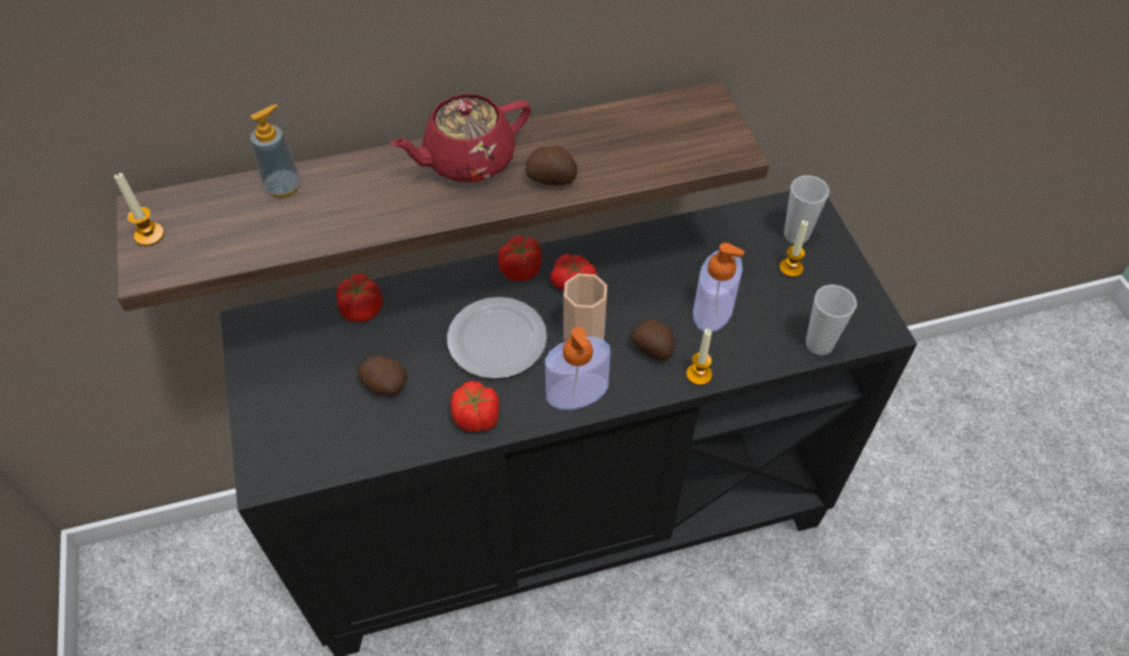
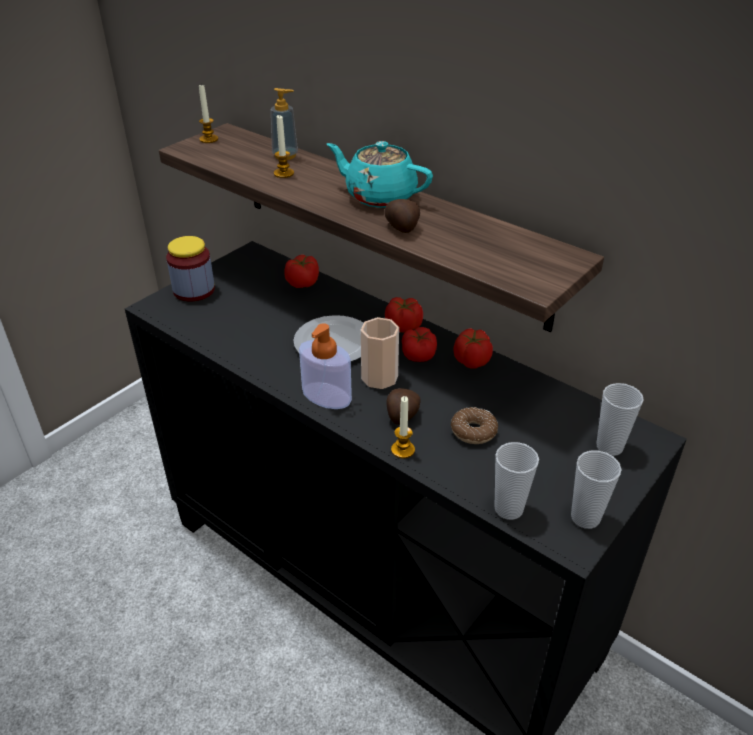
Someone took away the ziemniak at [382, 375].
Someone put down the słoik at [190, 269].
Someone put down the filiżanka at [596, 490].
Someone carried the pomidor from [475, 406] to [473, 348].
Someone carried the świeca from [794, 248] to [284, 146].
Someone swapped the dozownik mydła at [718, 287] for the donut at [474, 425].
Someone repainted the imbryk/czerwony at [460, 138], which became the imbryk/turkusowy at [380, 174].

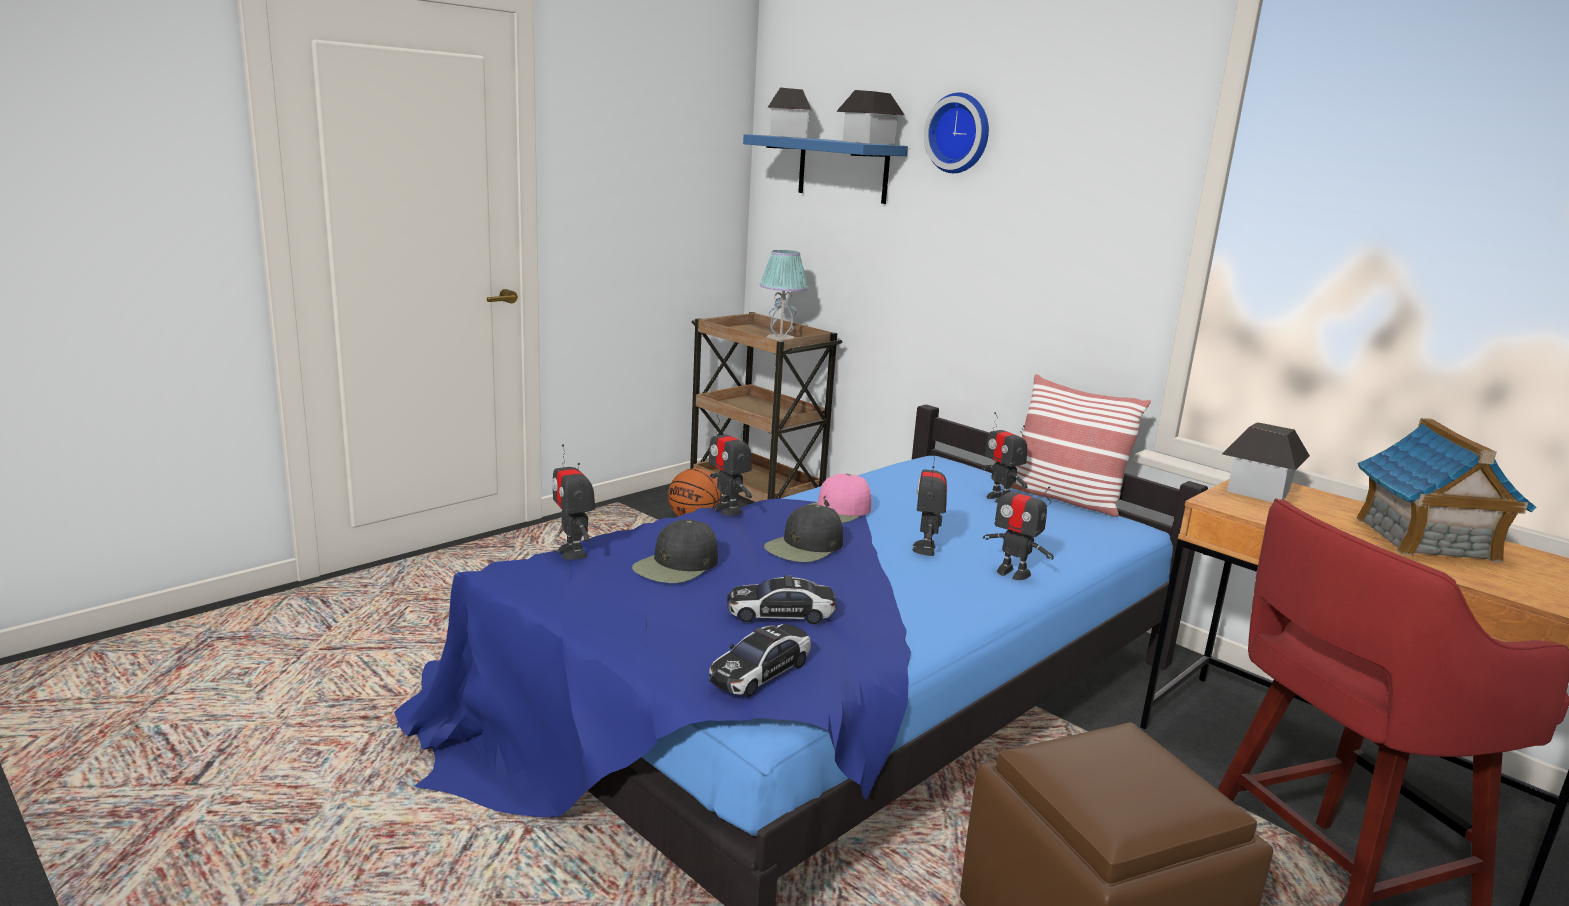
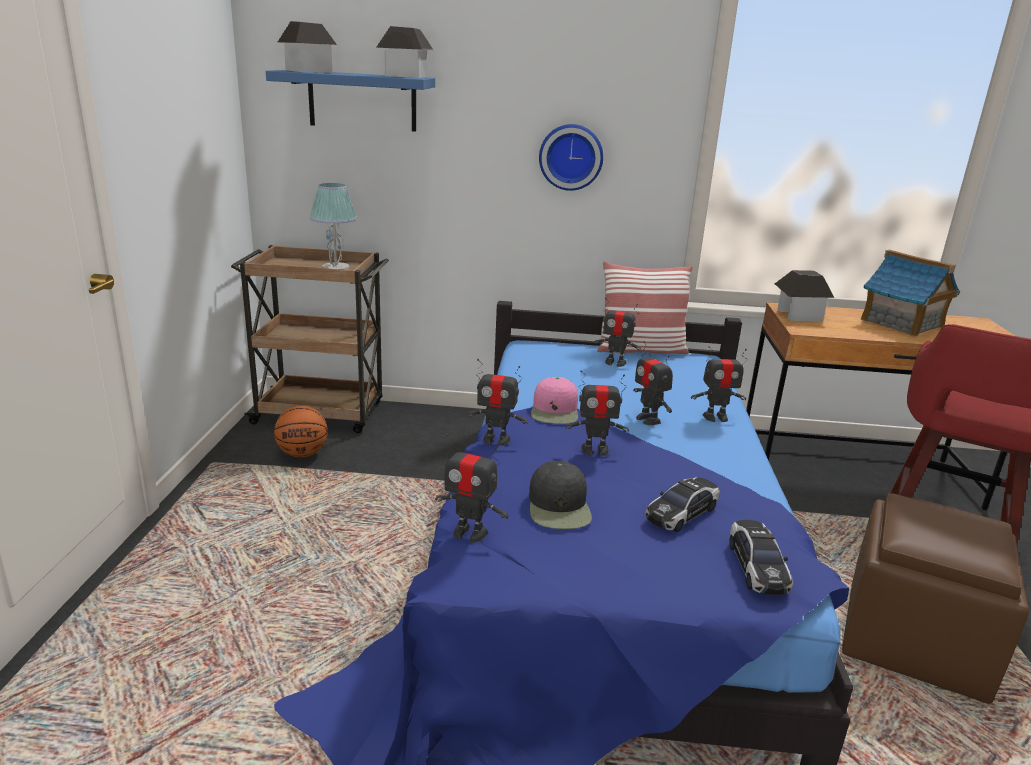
Someone carried the zegar ścienny from [956, 133] to [571, 157].
Someone swapped the czapka z daszkiem/czarny at [803, 533] for the robot zabawkowy at [597, 413].

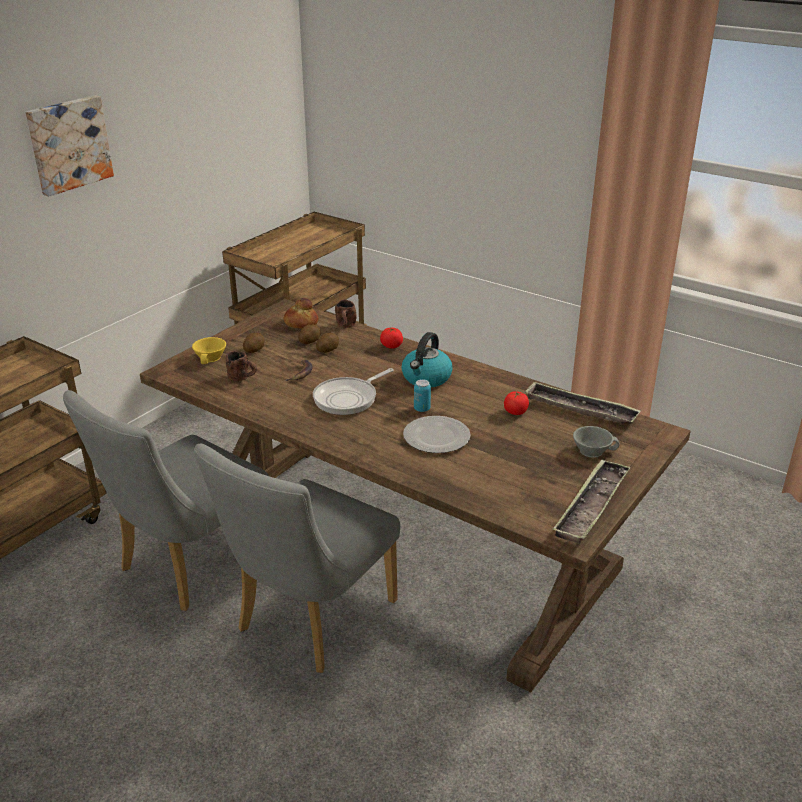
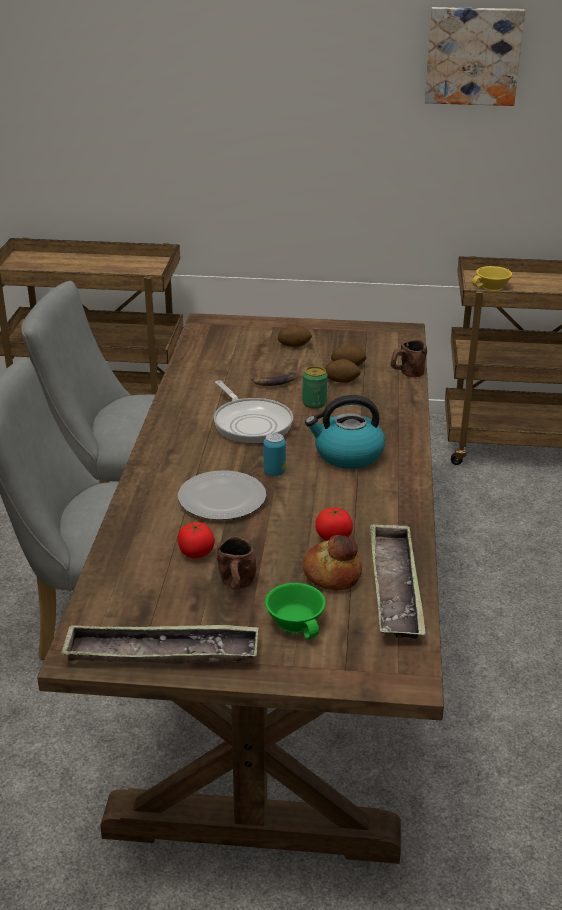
Someone put down the puszka at [315, 387].
Someone carried the obraz from [70, 145] to [475, 56].
Someone carried the filiżanka/żółty from [209, 350] to [492, 278].
Someone carried the kubek/brązowy from [241, 366] to [236, 563].
Someone carried the chleb from [301, 313] to [332, 563].
Someone carried the pomidor from [391, 338] to [196, 540].
Someone repainted the filiżanka/szary at [596, 442], which became the filiżanka/zielony at [295, 611].
Someone rotated the patelnia at [353, 391] by 135 degrees counterclockwise.

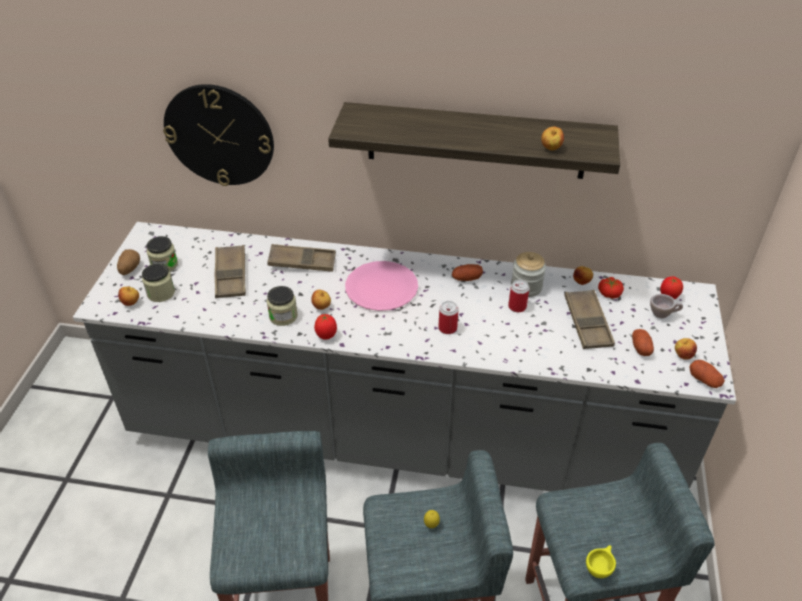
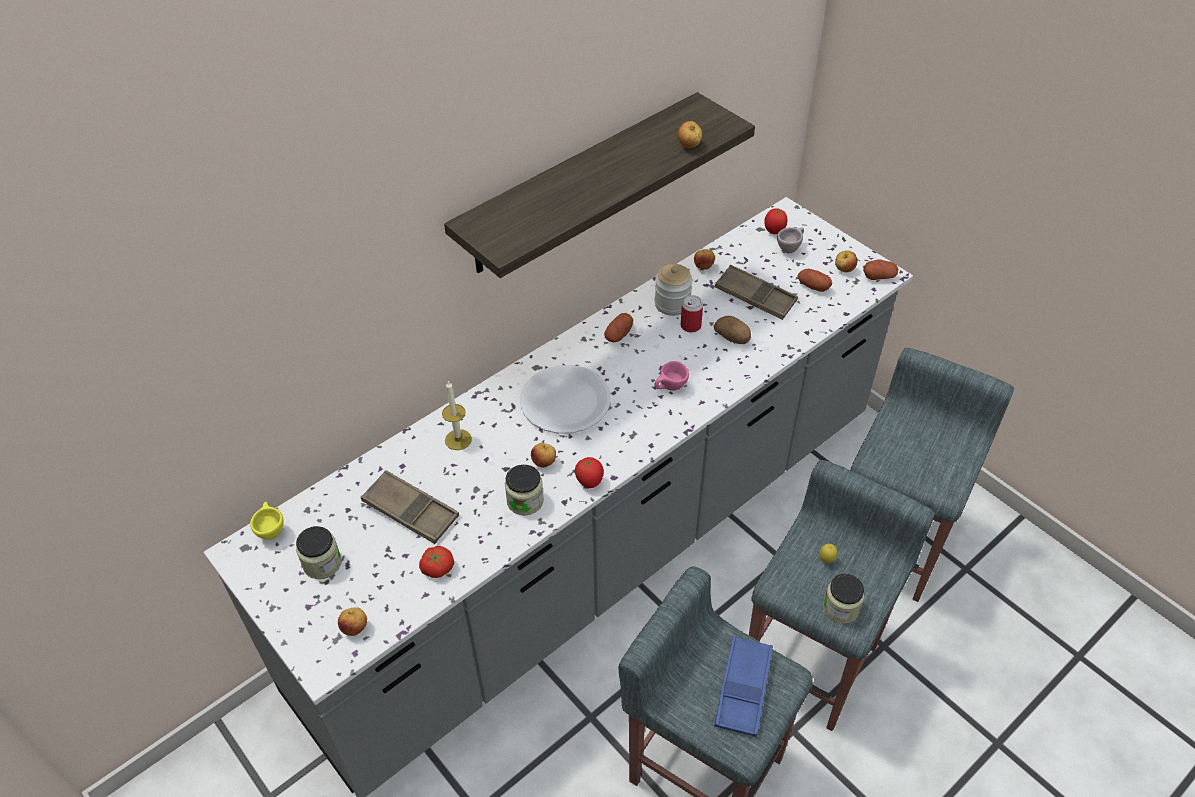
Someone took away the zegar ścienny at [218, 135].
Someone put down the taca/niebieski at [743, 686].
Someone carried the ziemniak from [128, 262] to [732, 330].
Someone carried the słoik from [158, 283] to [843, 599].
Someone carried the filiżanka/żółty from [601, 561] to [267, 520].
Someone carried the pomidor from [611, 288] to [436, 562].
Someone swapped the taca/brązowy at [301, 258] for the świeca at [457, 415].
Someone swapped the puszka at [448, 317] for the filiżanka/różowy at [671, 376].
Someone repainted the talerz/różowy at [381, 286], which became the talerz/biały at [565, 399].

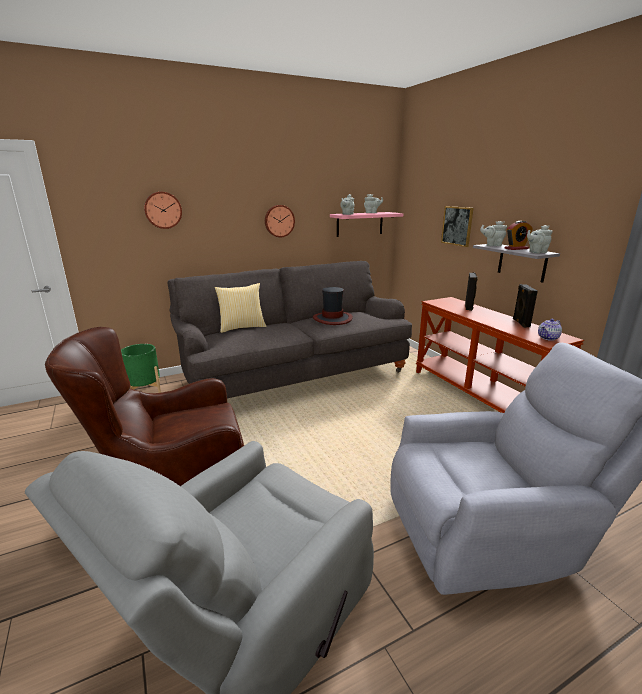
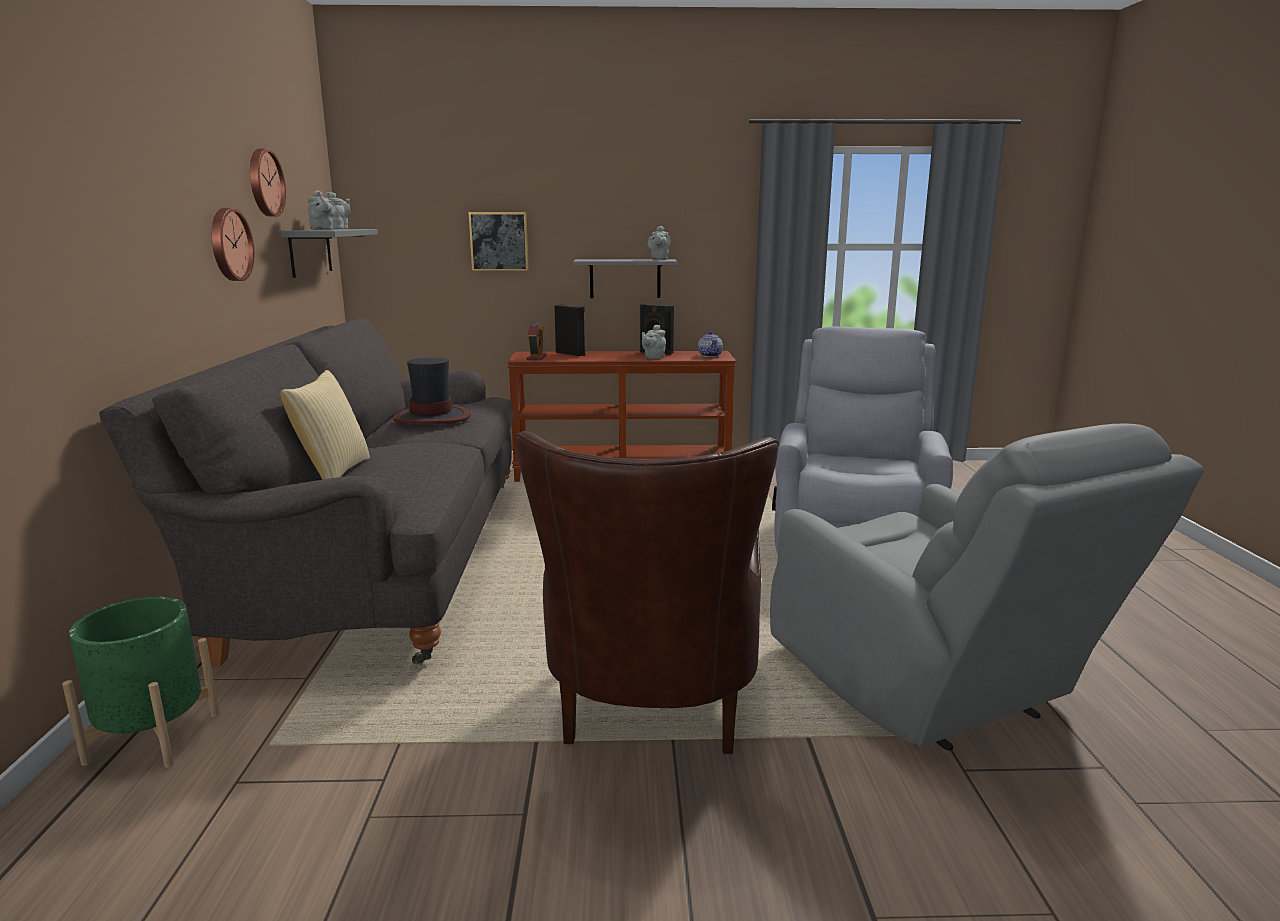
Someone carried the zegar ścienny from [163, 210] to [268, 182].
Someone carried the imbryk/szary from [493, 233] to [654, 342].
Someone carried the budzik from [519, 235] to [536, 341].
Someone repainted the półka/różowy at [366, 224], which became the półka/szary at [329, 253].

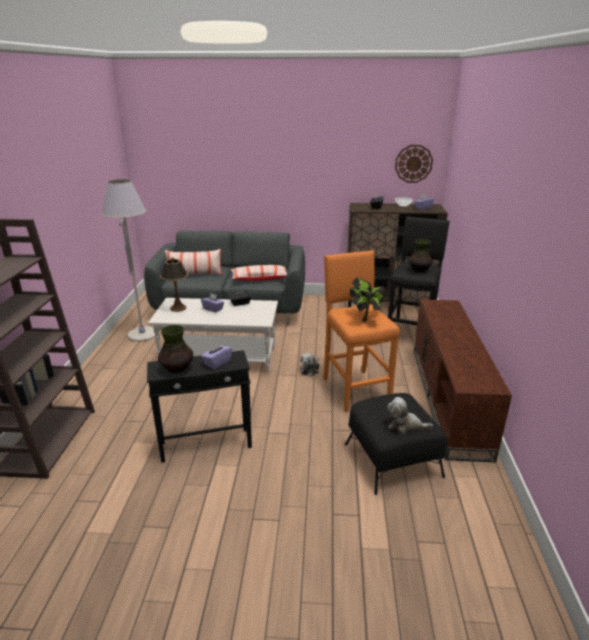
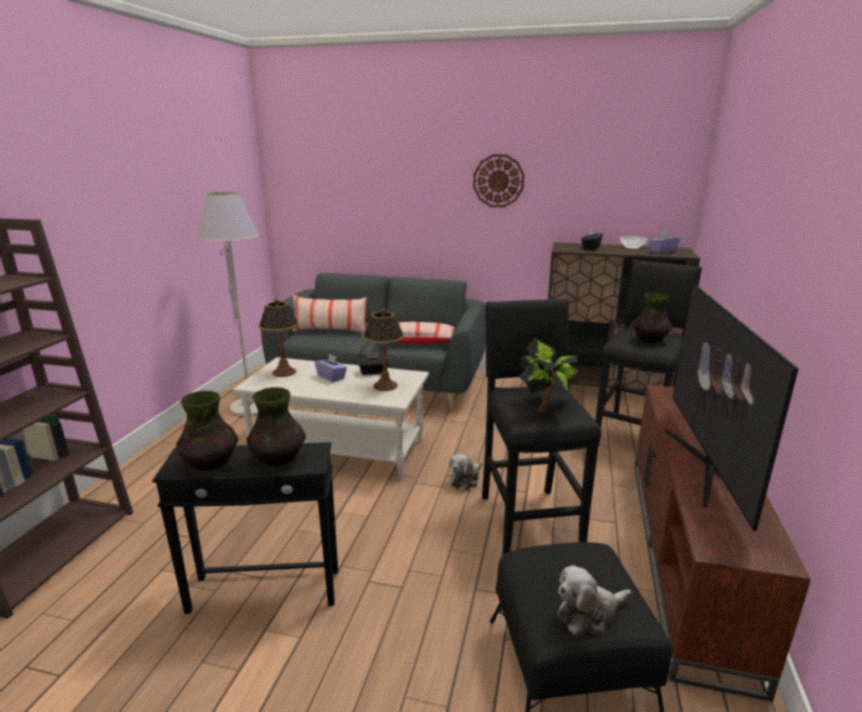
Someone put down the lampa stołowa at [383, 349].
Someone put down the telewizor at [731, 407].
Someone carried the zegar ścienny from [414, 164] to [498, 180].
Someone swapped the pudełko chusteczek/fioletowy at [216, 355] for the wazon at [276, 426].
Someone repainted the stołek/pomarańczowy at [361, 331], which became the stołek/czarny at [541, 427].
Someone rotated the pluszak at [410, 415] by 45 degrees counterclockwise.

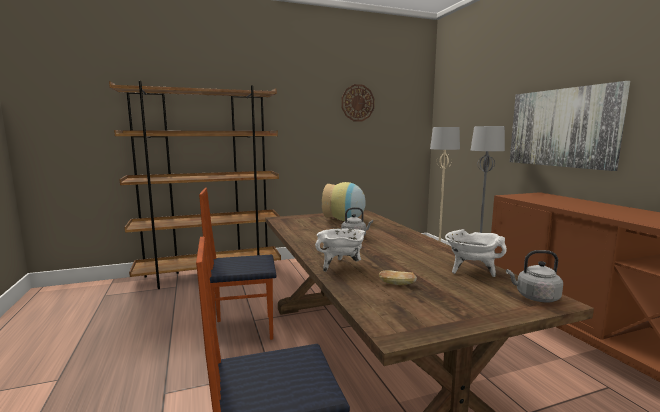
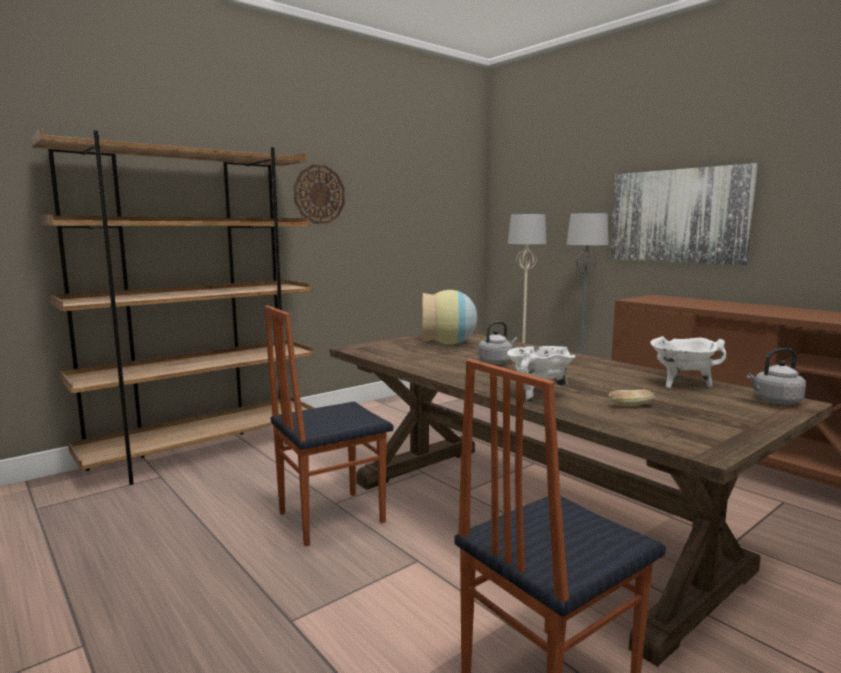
Someone carried the zegar ścienny from [358, 102] to [319, 194].

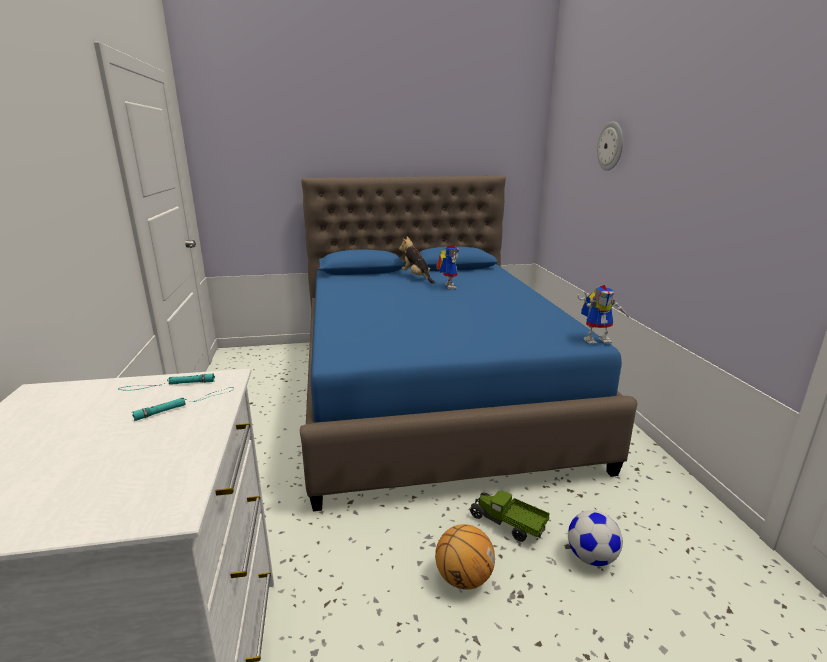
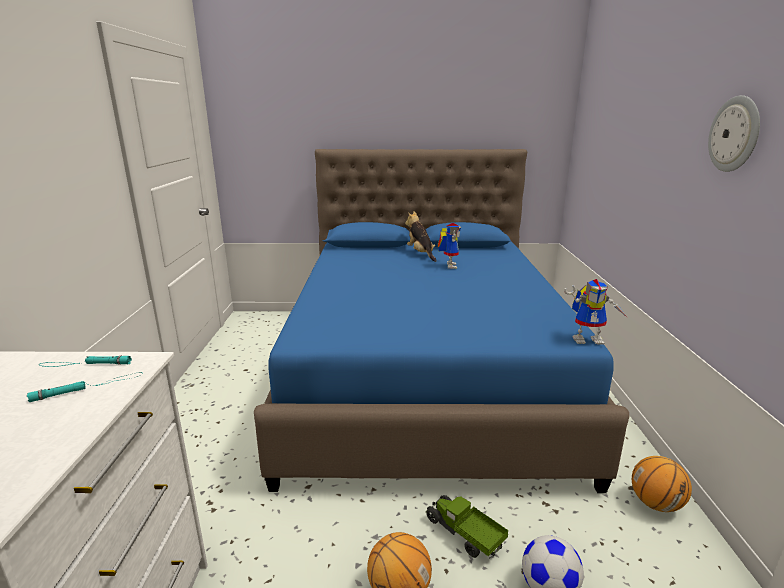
Someone put down the piłka do koszykówki at [662, 484].
Someone carried the zegar ścienny from [610, 146] to [734, 133].

